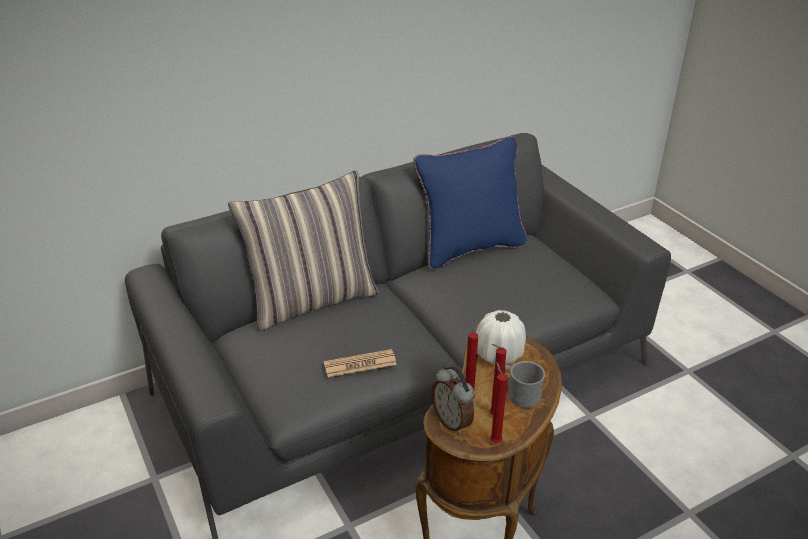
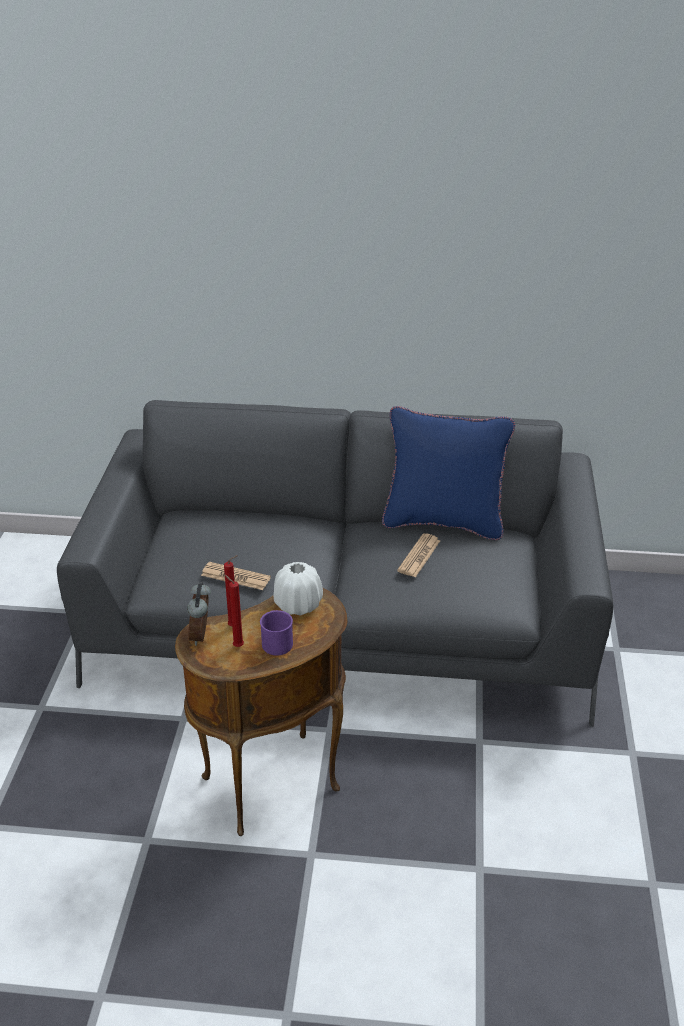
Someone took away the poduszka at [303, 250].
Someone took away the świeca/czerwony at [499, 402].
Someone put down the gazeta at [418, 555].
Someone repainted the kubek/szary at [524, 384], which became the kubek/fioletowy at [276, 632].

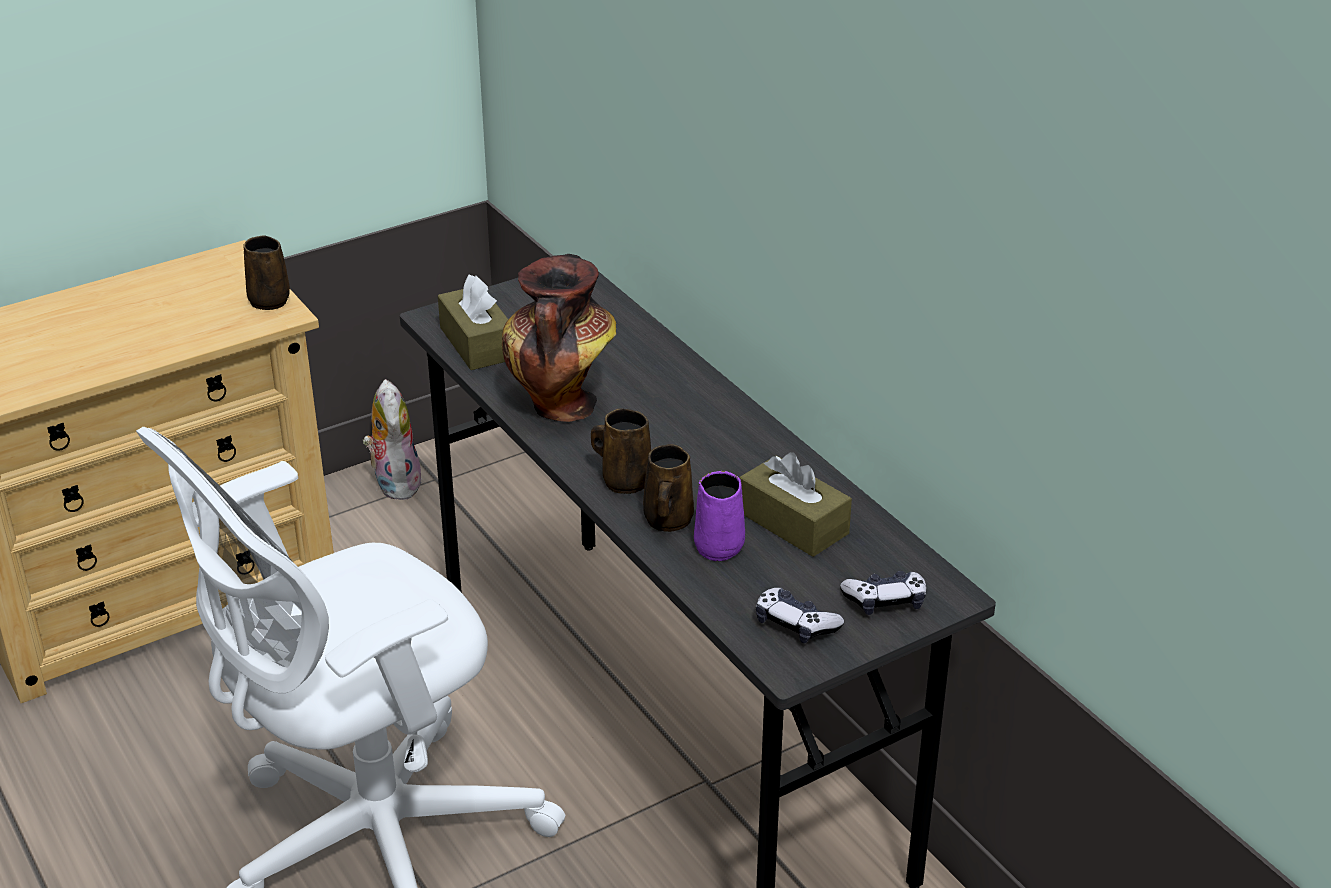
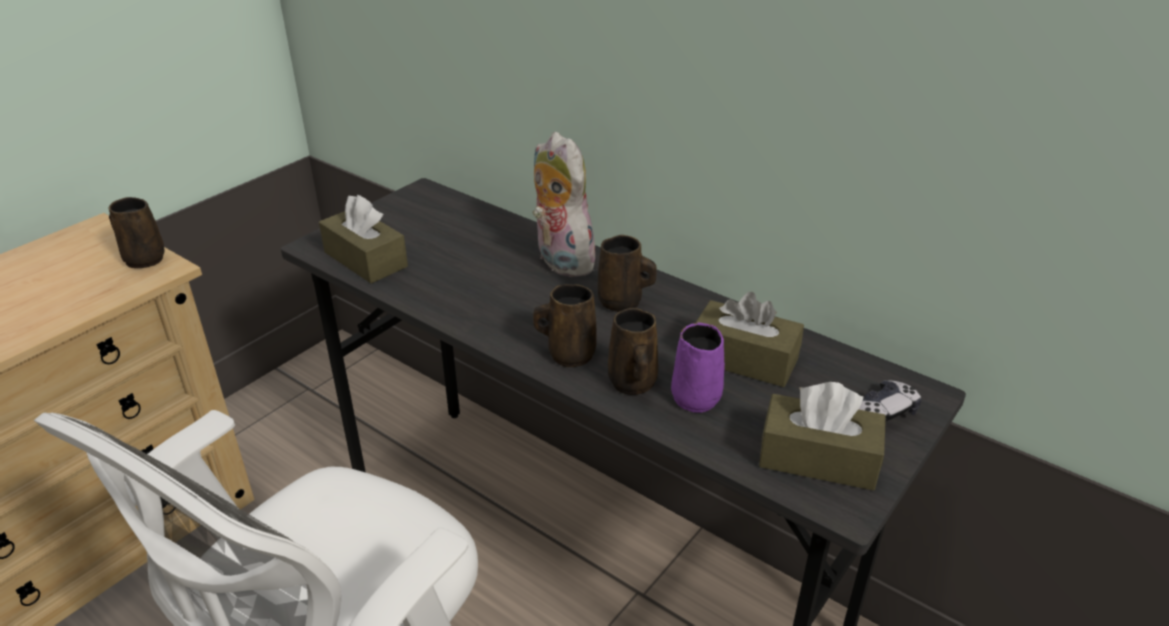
Someone took away the wazon at [559, 338].
Someone put down the kubek/brązowy at [627, 273].
Someone carried the pluszak from [392, 439] to [566, 204].
Someone swapped the pad do gier at [800, 615] for the pudełko chusteczek/brązowy at [822, 436].

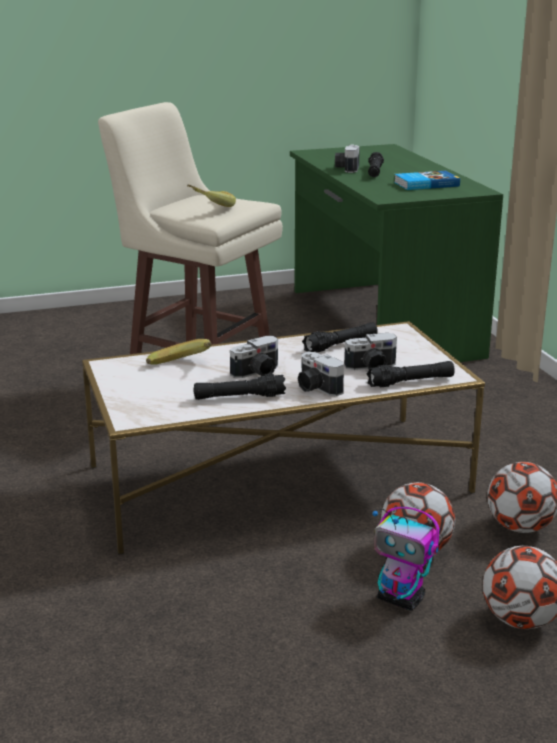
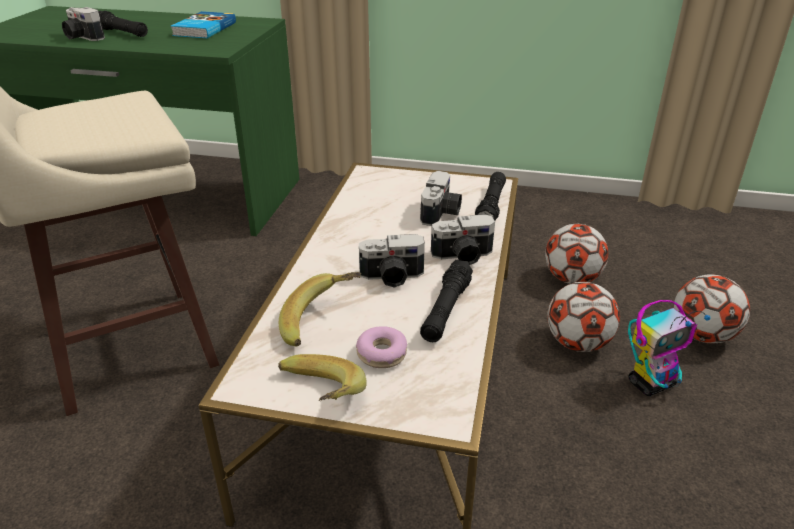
Someone took away the latarka/czarny at [340, 337].
Someone put down the donut at [381, 347].
Someone carried the banan from [212, 195] to [322, 377].
Someone rotated the aparat fotograficzny at [254, 357] by 90 degrees clockwise.

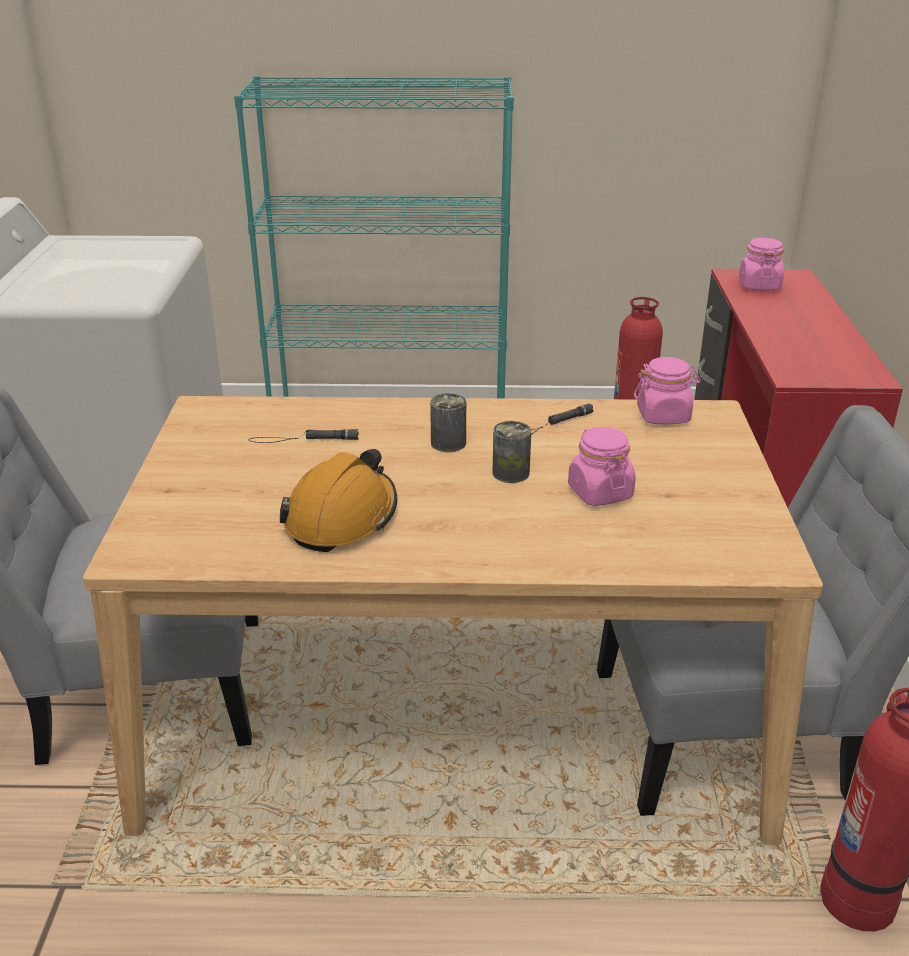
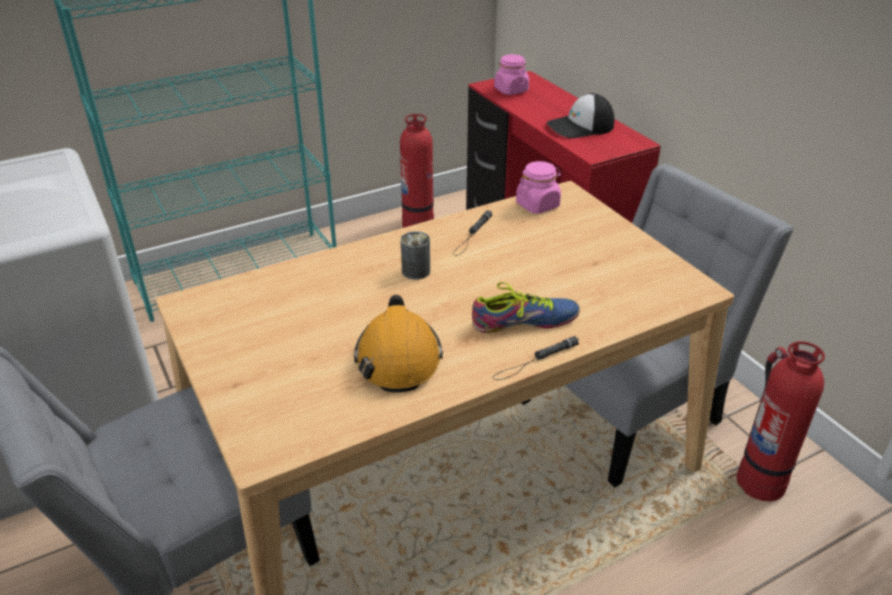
Someone took away the puszka at [512, 452].
Someone took away the słoik/różowy at [602, 466].
Someone put down the but at [526, 307].
Someone put down the czapka z daszkiem at [580, 115].
Someone carried the latarka/czarny from [303, 436] to [536, 358].

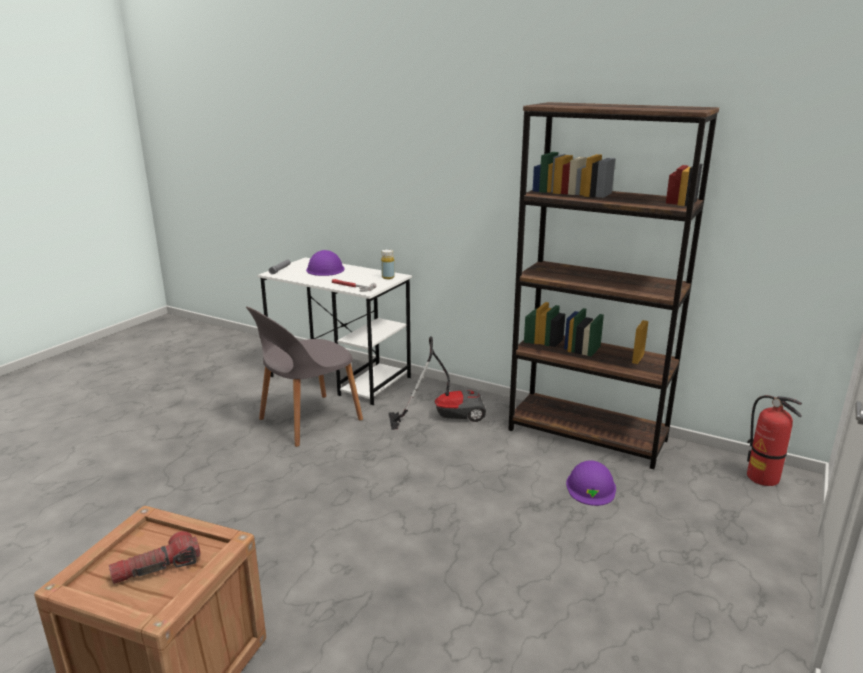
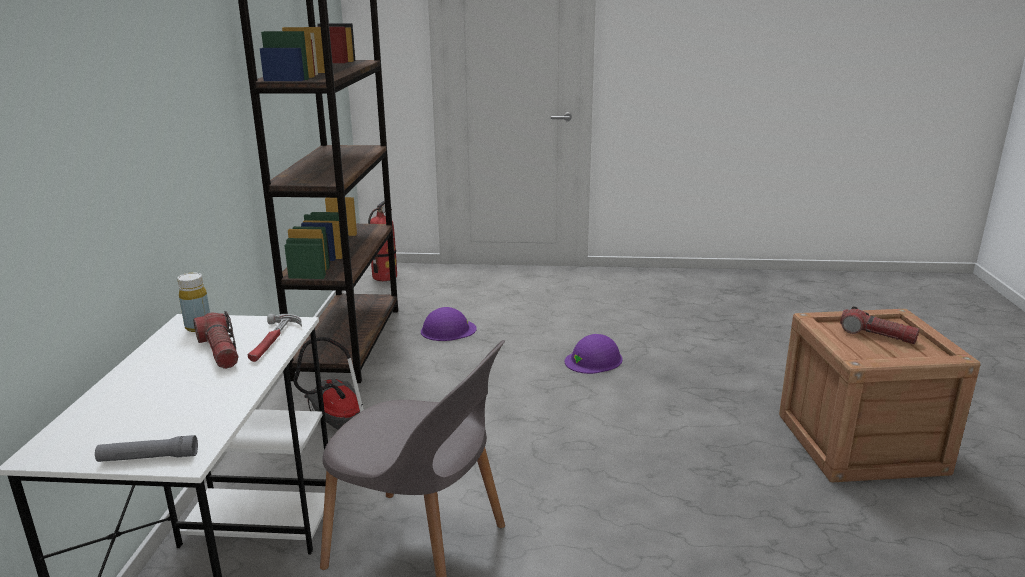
Someone put down the latarka at [216, 340].
Someone carried the kask/fioletowy from [325, 263] to [594, 354].

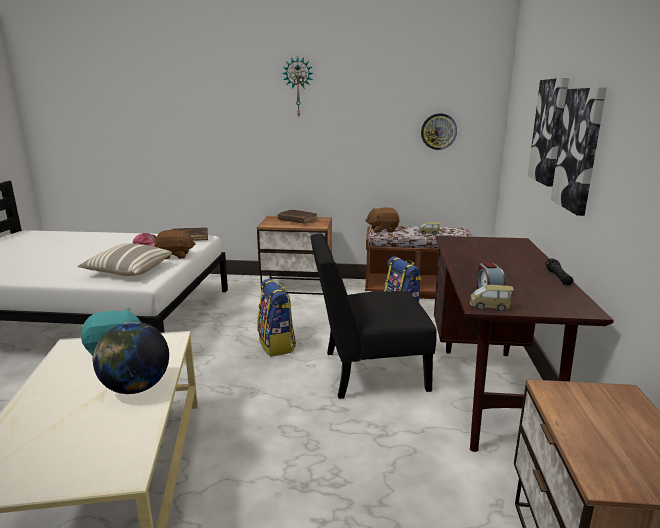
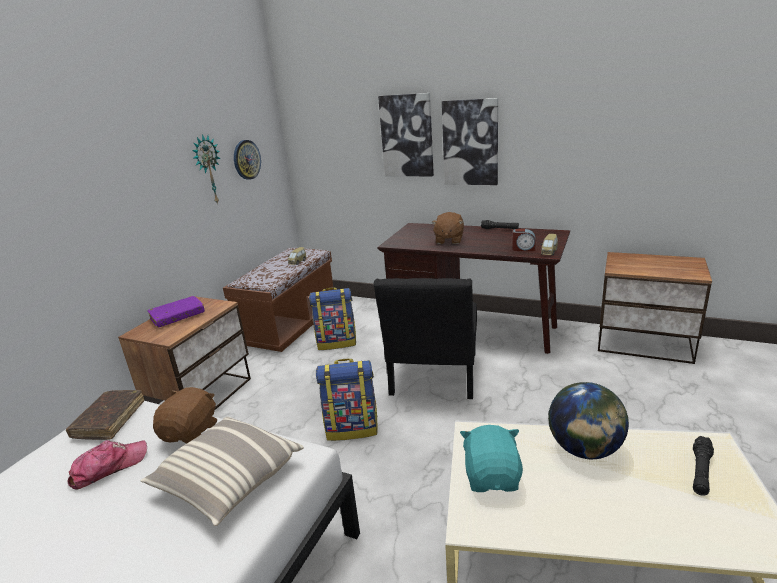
Someone put down the latarka/czarny at [703, 466].
Someone carried the zegar ścienny from [297, 86] to [206, 169].
Someone carried the pluszak/brązowy from [382, 219] to [447, 228].
Someone repainted the książka/brązowy at [297, 216], which became the książka/fioletowy at [176, 311].

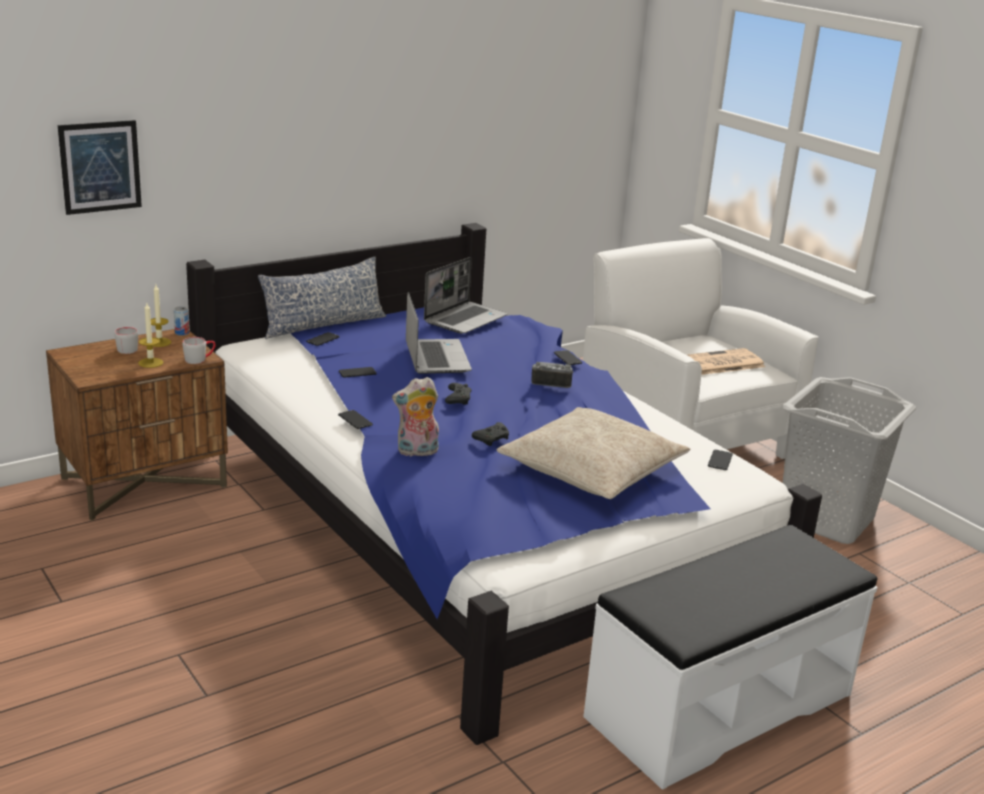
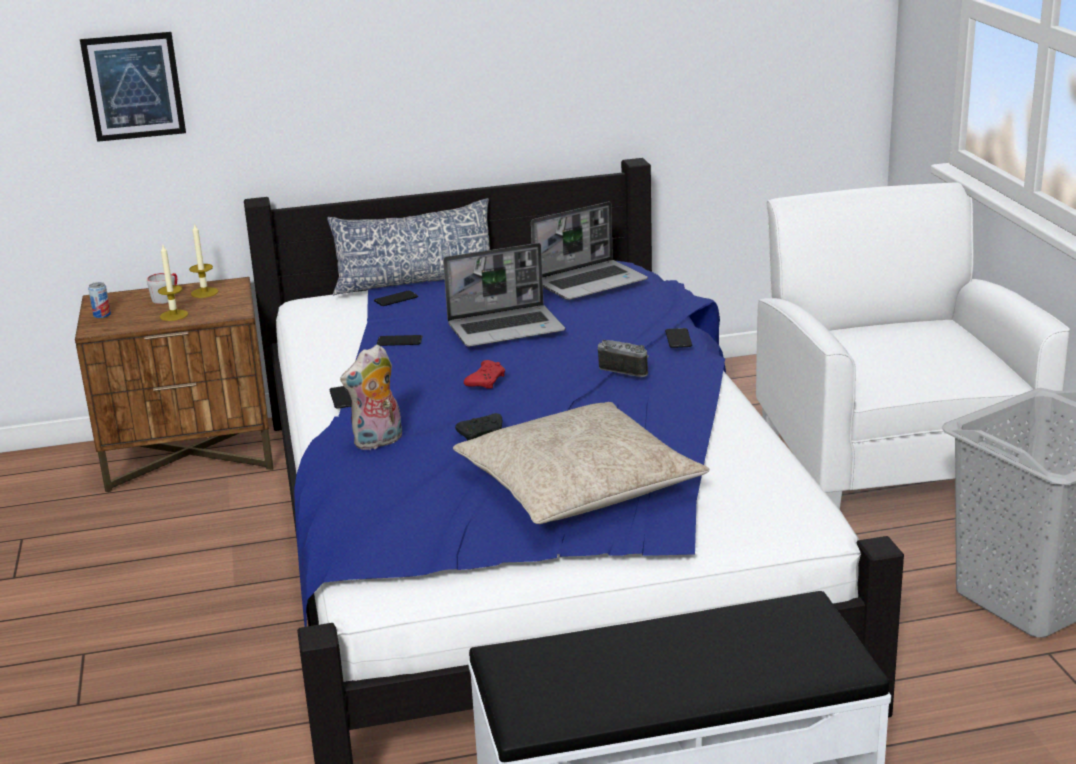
Someone took away the kubek/szary at [199, 350].
Someone took away the gazeta at [726, 361].
Someone took away the telefon at [720, 460].
Someone carried the puszka from [181, 321] to [99, 300].
Someone repainted the pad do gier/czarny at [458, 394], which became the pad do gier/czerwony at [484, 374].
Someone rotated the pluszak at [415, 417] by 45 degrees counterclockwise.
Someone rotated the laptop at [439, 333] by 60 degrees clockwise.

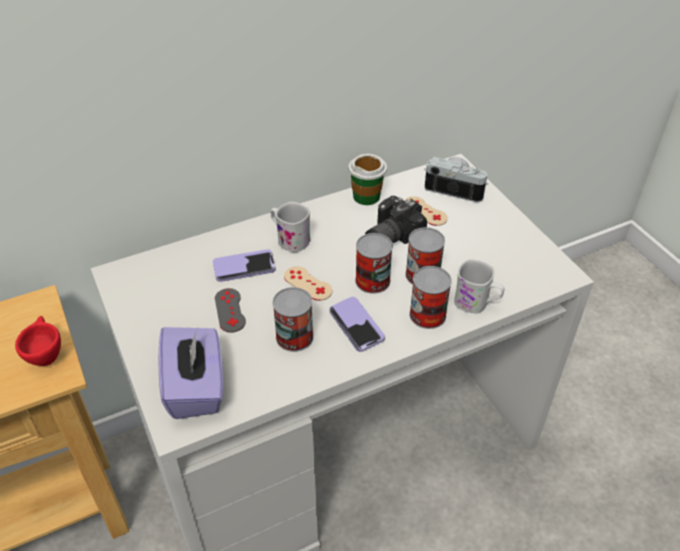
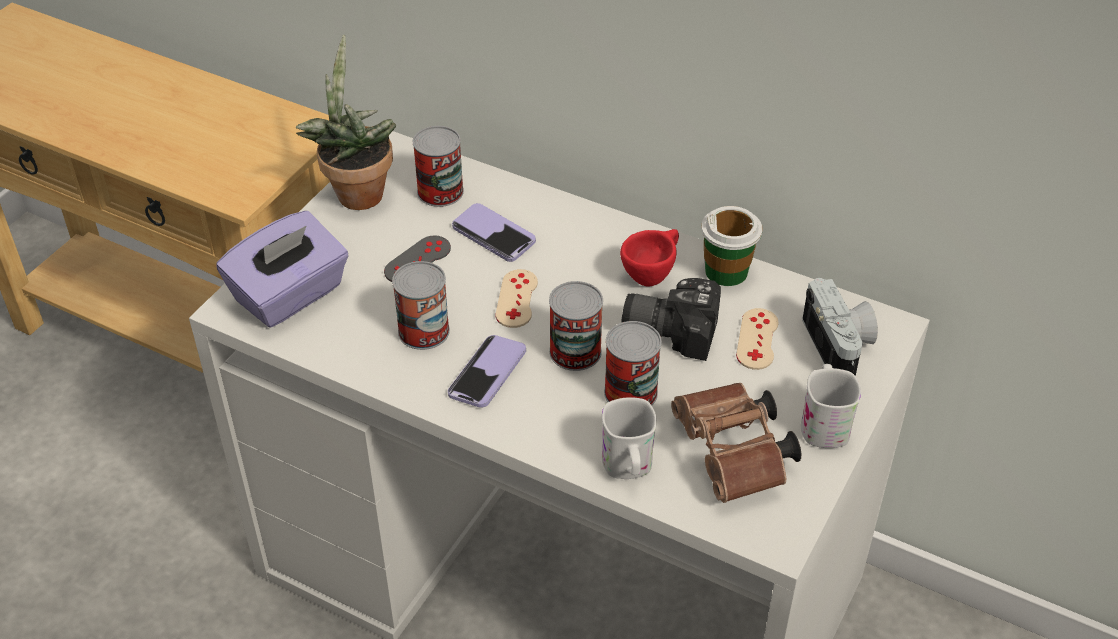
Someone put down the roślina doniczkowa at [346, 122].
Someone put down the lornetka/brązowy at [736, 443].
Someone carried the filiżanka/czerwony from [38, 341] to [649, 258].
Someone carried the kubek/biały from [290, 227] to [831, 406].
Someone carried the puszka from [430, 297] to [438, 166].

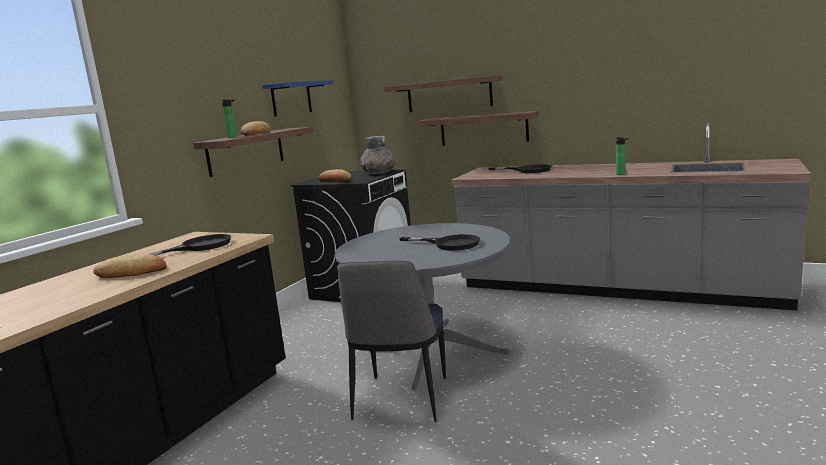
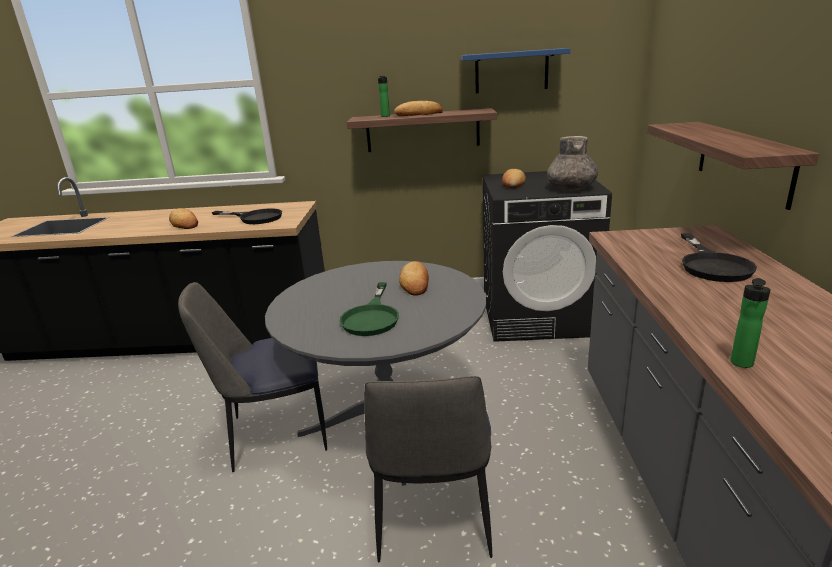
Someone took away the półka at [443, 93].
Someone put down the krzesło at [428, 469].
Someone put down the chleb at [414, 278].
Someone repainted the patelnia/czarny at [439, 242], which became the patelnia/zielony at [369, 309].

